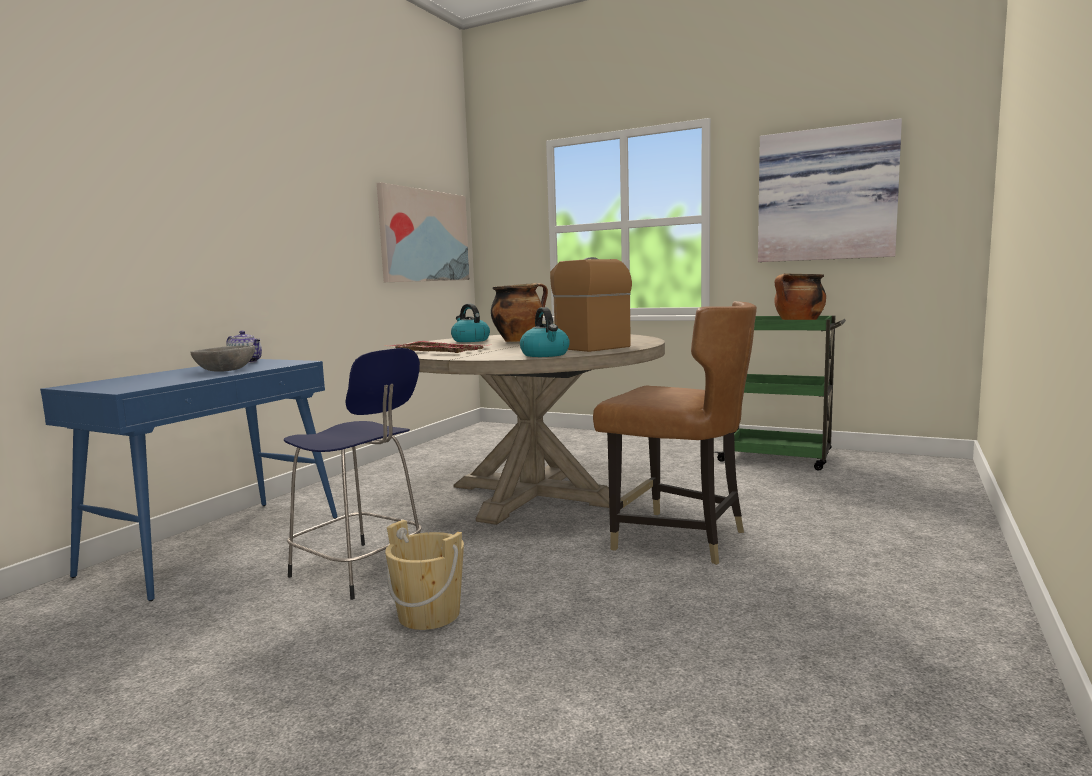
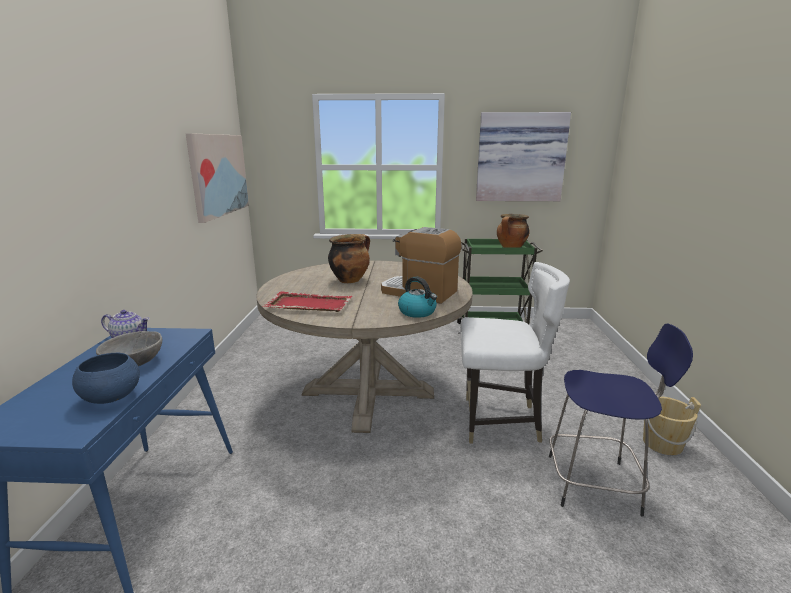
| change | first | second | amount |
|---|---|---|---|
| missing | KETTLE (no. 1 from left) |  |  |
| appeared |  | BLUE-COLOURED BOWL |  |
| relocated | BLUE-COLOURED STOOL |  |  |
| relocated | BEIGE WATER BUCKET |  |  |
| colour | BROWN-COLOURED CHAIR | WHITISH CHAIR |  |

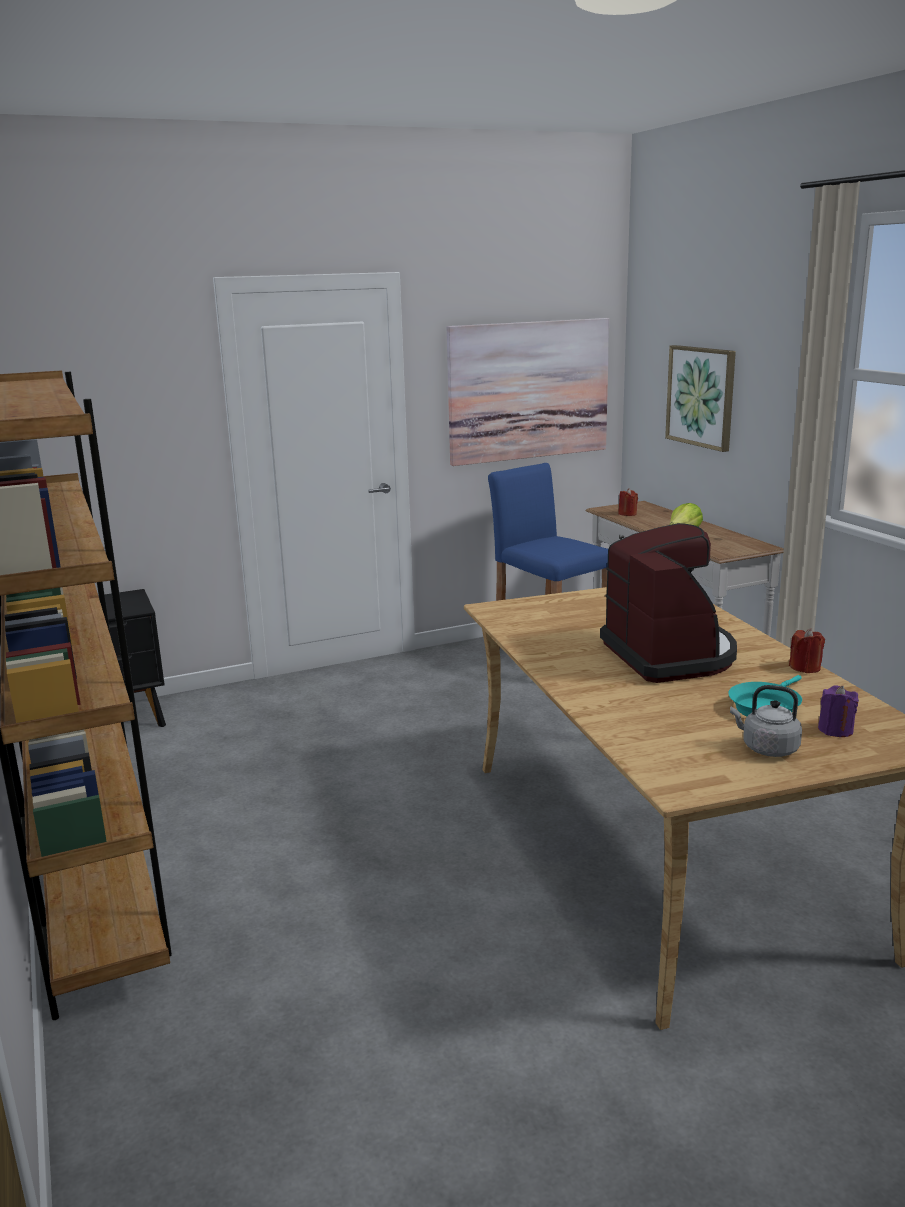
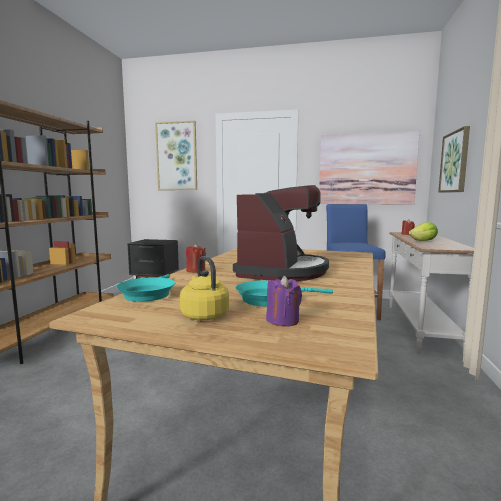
| change | first | second | amount |
|---|---|---|---|
| appeared |  | TURQUOISE FRYING PAN (no. 1 from left) |  |
| appeared |  | WALL ART (no. 1 from left) |  |
| relocated | REDDISH WAX CANDLE (no. 2 from left in the first image) | REDDISH WAX CANDLE (no. 1 from left) |  |
| colour | GREYISH KETTLE | YELLOW-COLOURED KETTLE |  |

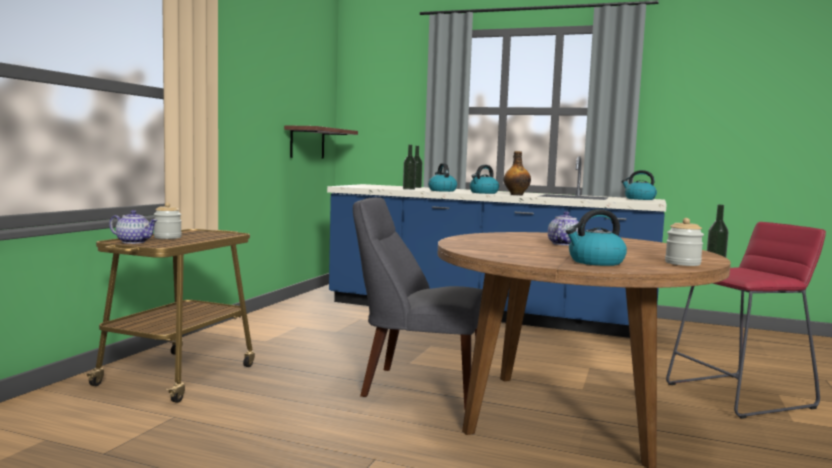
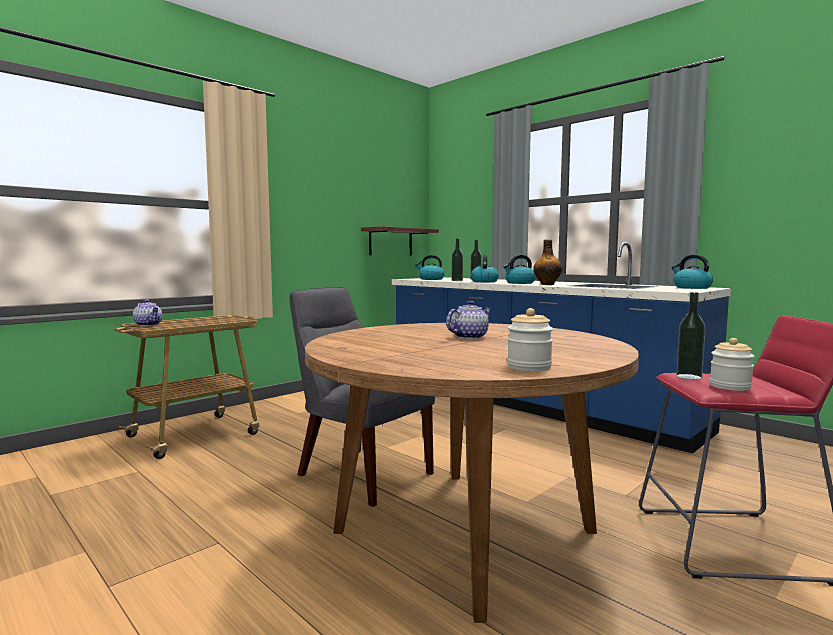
| change | first | second | amount |
|---|---|---|---|
| relocated | JAR (no. 1 from left in the first image) | JAR (no. 2 from left) |  |
| relocated | KETTLE (no. 3 from left in the first image) | KETTLE (no. 1 from left) |  |

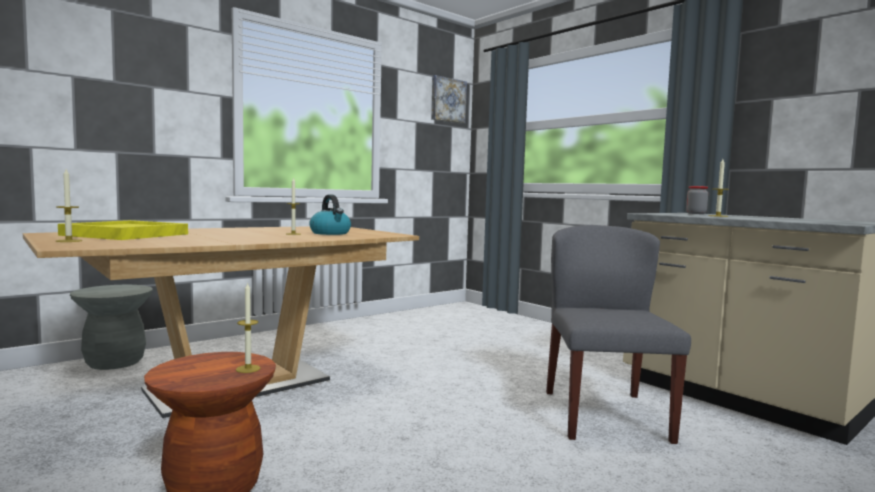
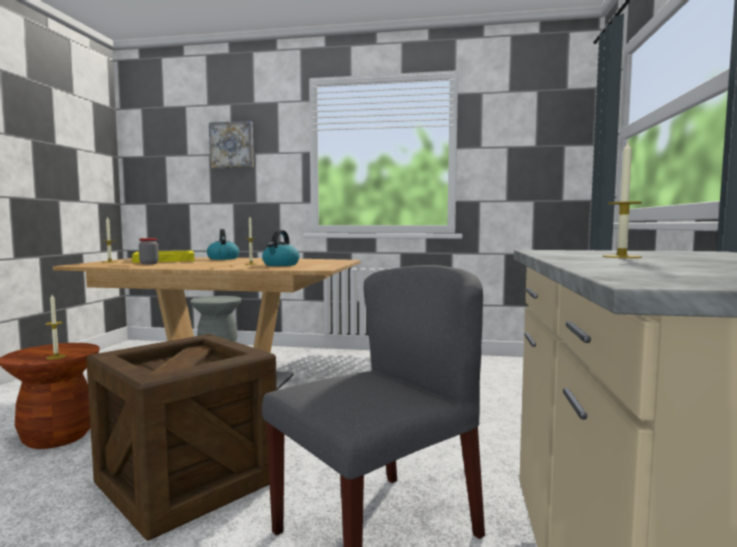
| change | first | second | amount |
|---|---|---|---|
| appeared |  | SHIPPING CRATE |  |
| appeared |  | KETTLE (no. 1 from left) |  |
| relocated | WALL ART |  |  |
| relocated | JAR |  |  |

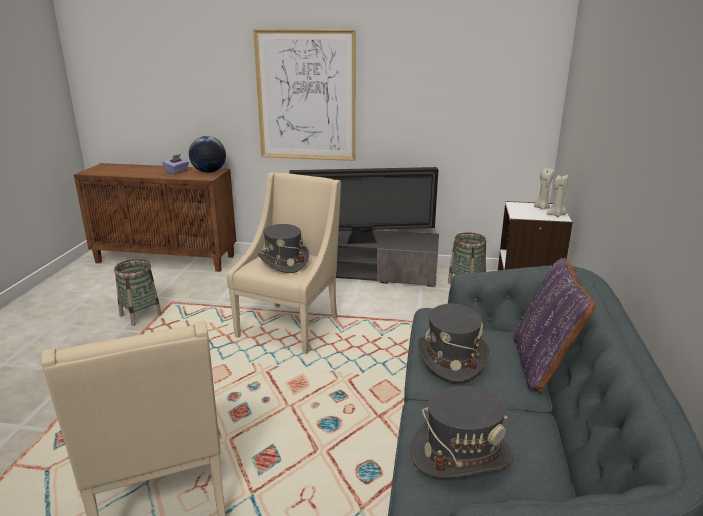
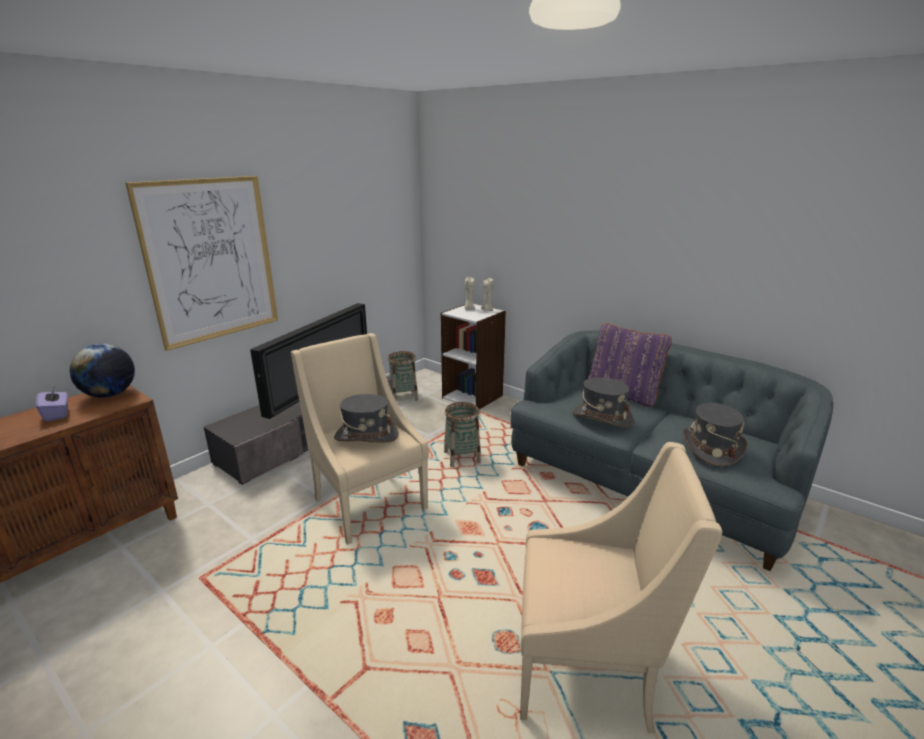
| change | first | second | amount |
|---|---|---|---|
| relocated | STORAGE BASKET (no. 1 from left in the first image) | STORAGE BASKET (no. 2 from left) |  |

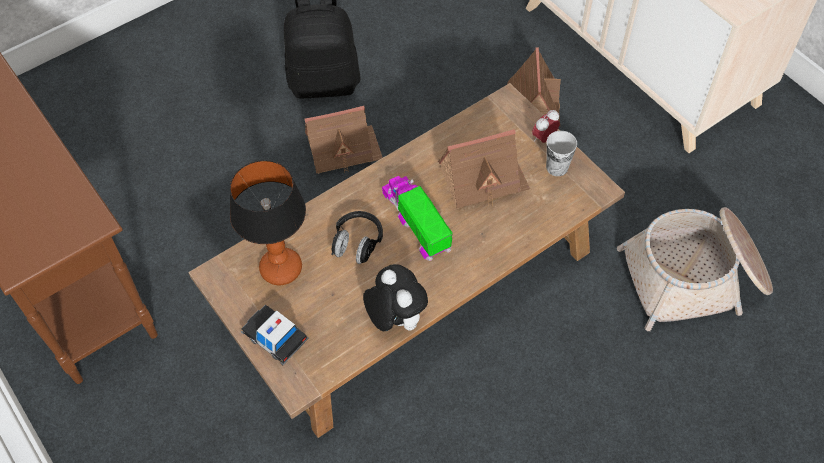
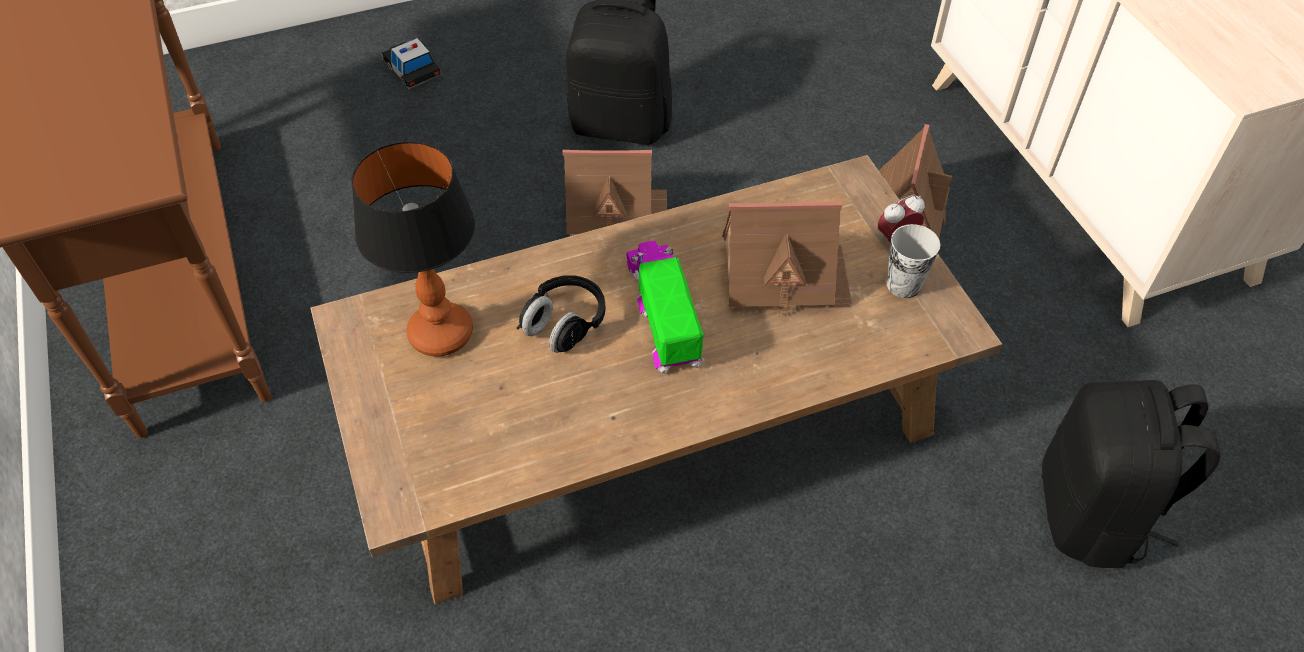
| change | first | second | amount |
|---|---|---|---|
| missing | PLUSH TOY |  |  |
| relocated | MINIATURE CAR |  |  |
| exchanged | STORAGE BASKET | BLACKISH BACKPACK (no. 2 from left) |  |

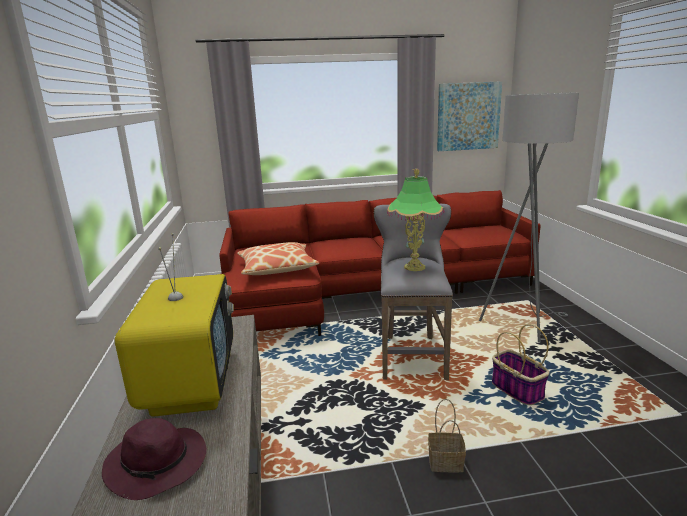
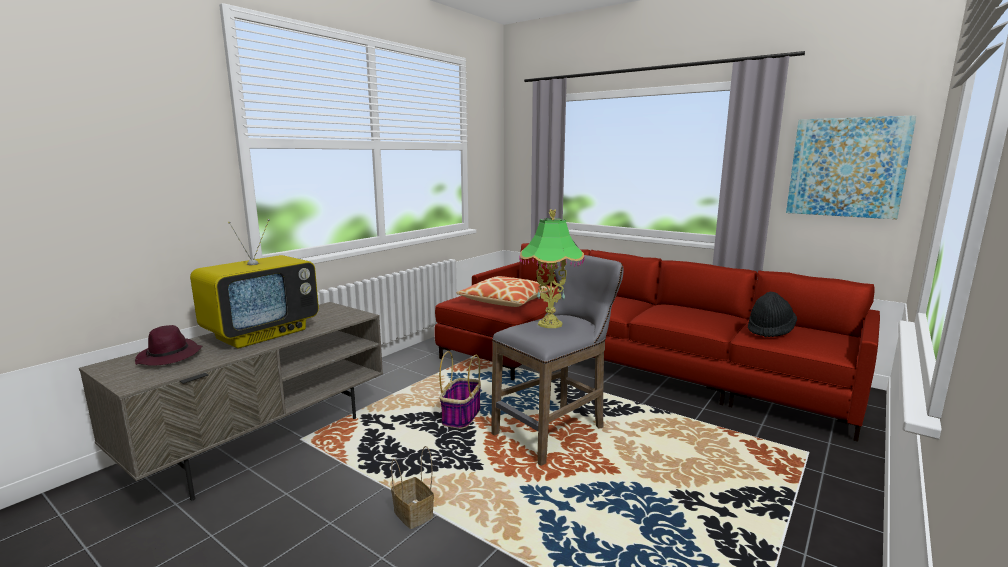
| change | first | second | amount |
|---|---|---|---|
| missing | GREYISH FLOOR LAMP |  |  |
| appeared |  | BLACKISH WEARABLE HAT |  |
| relocated | STORAGE BASKET (no. 2 from left) |  |  |

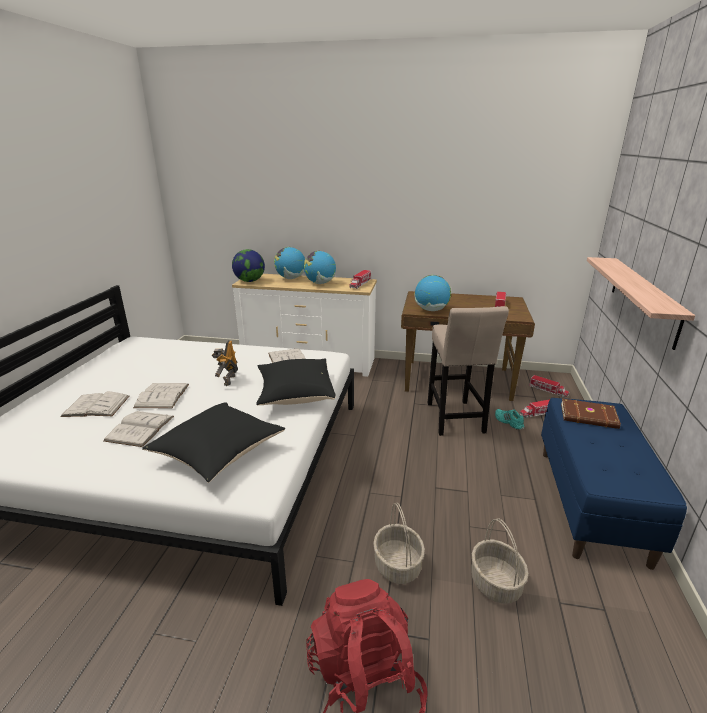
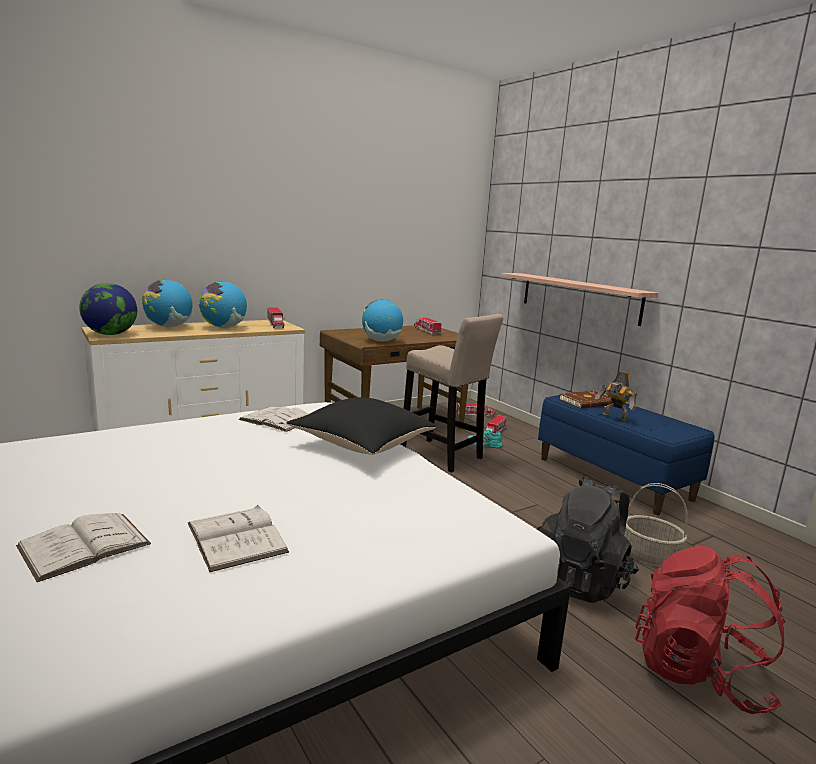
| change | first | second | amount |
|---|---|---|---|
| missing | WHITISH VOLUME (no. 3 from left) |  |  |
| missing | BLACKISH CUSHION (no. 1 from left) |  |  |
| relocated | TOY ROBOT |  |  |
| exchanged | STORAGE BASKET (no. 1 from left) | BLACKISH BACKPACK |  |

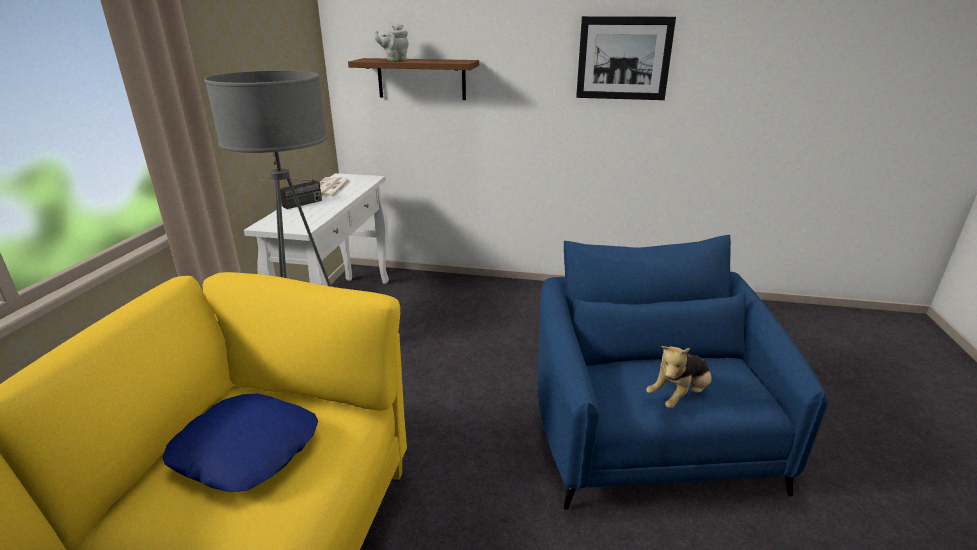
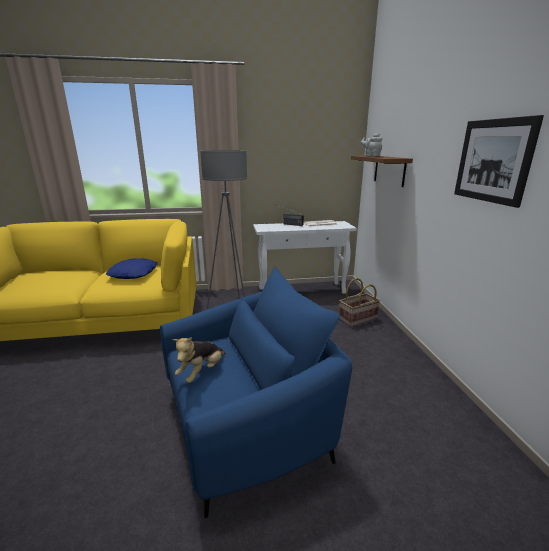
| change | first | second | amount |
|---|---|---|---|
| appeared |  | STORAGE BASKET |  |
| spun | PLUSH TOY |  | 90 degrees counterclockwise |

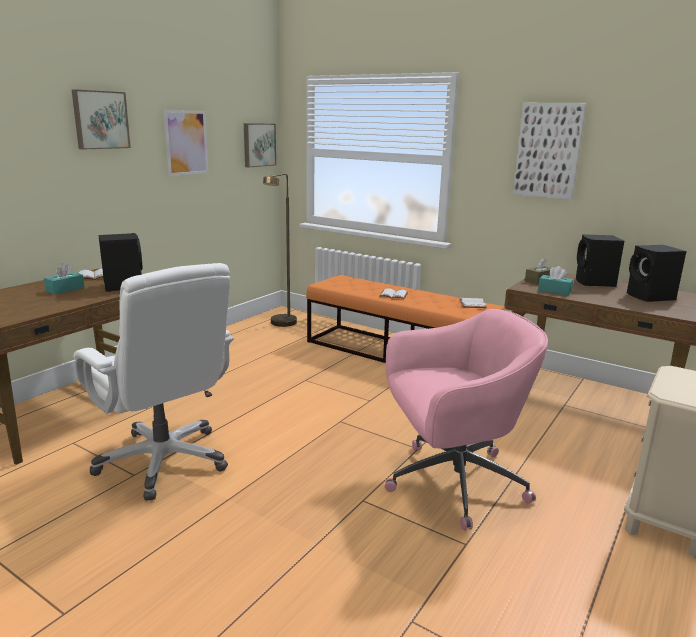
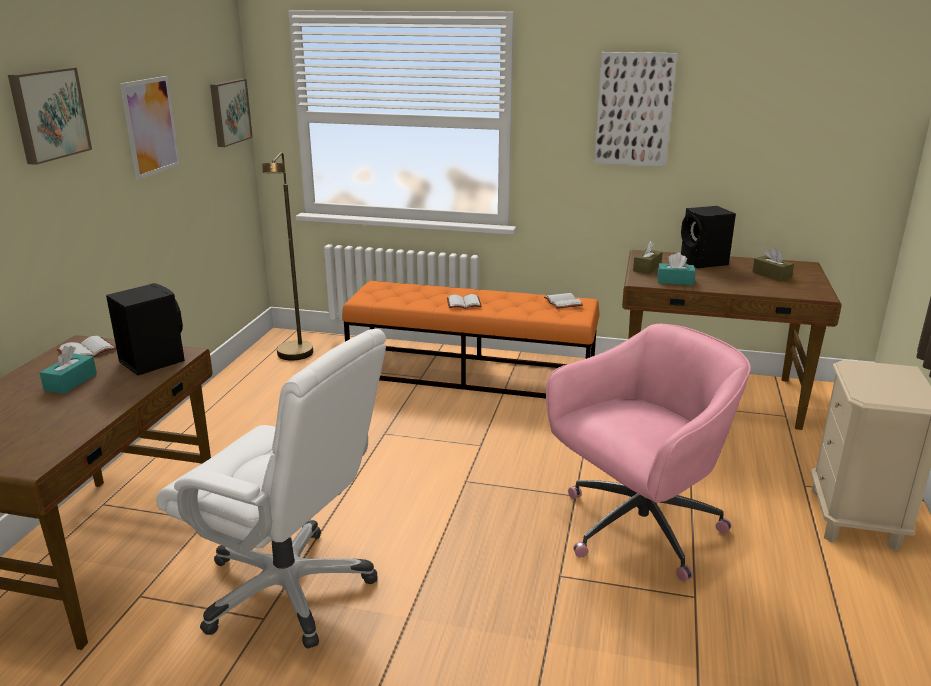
| change | first | second | amount |
|---|---|---|---|
| exchanged | BLACKISH AUDIO SPEAKER (no. 3 from left) | BROWN-COLOURED TISSUE BOX (no. 2 from left) |  |

